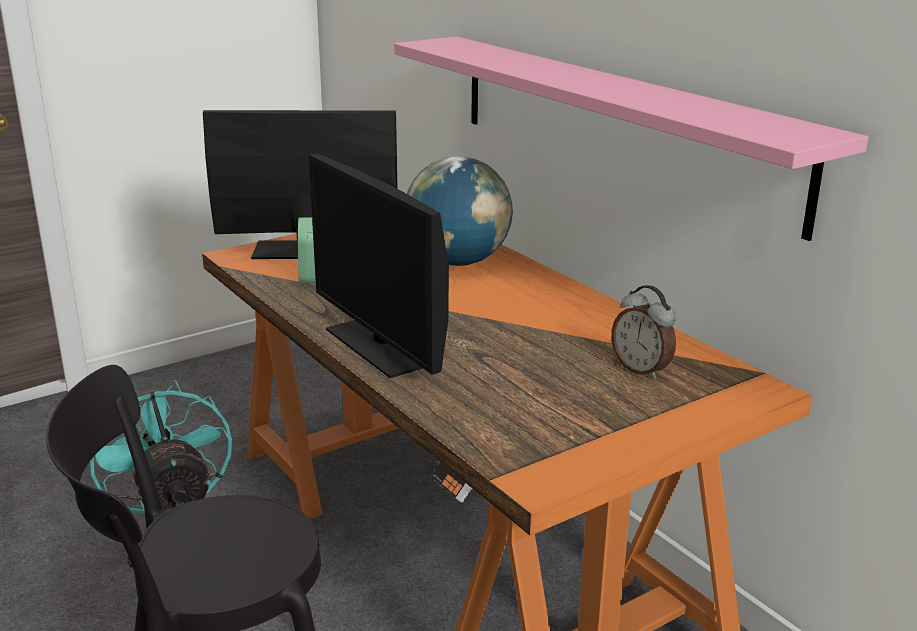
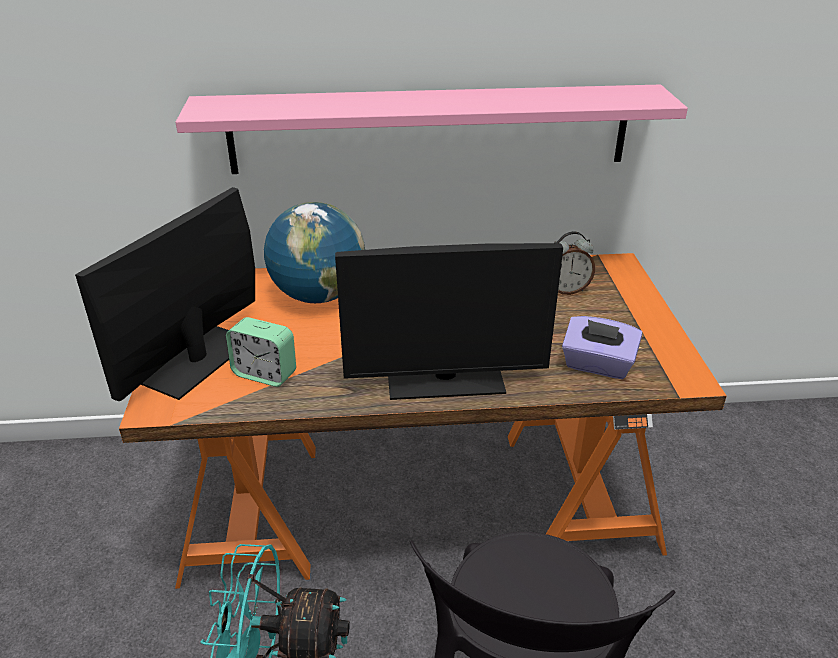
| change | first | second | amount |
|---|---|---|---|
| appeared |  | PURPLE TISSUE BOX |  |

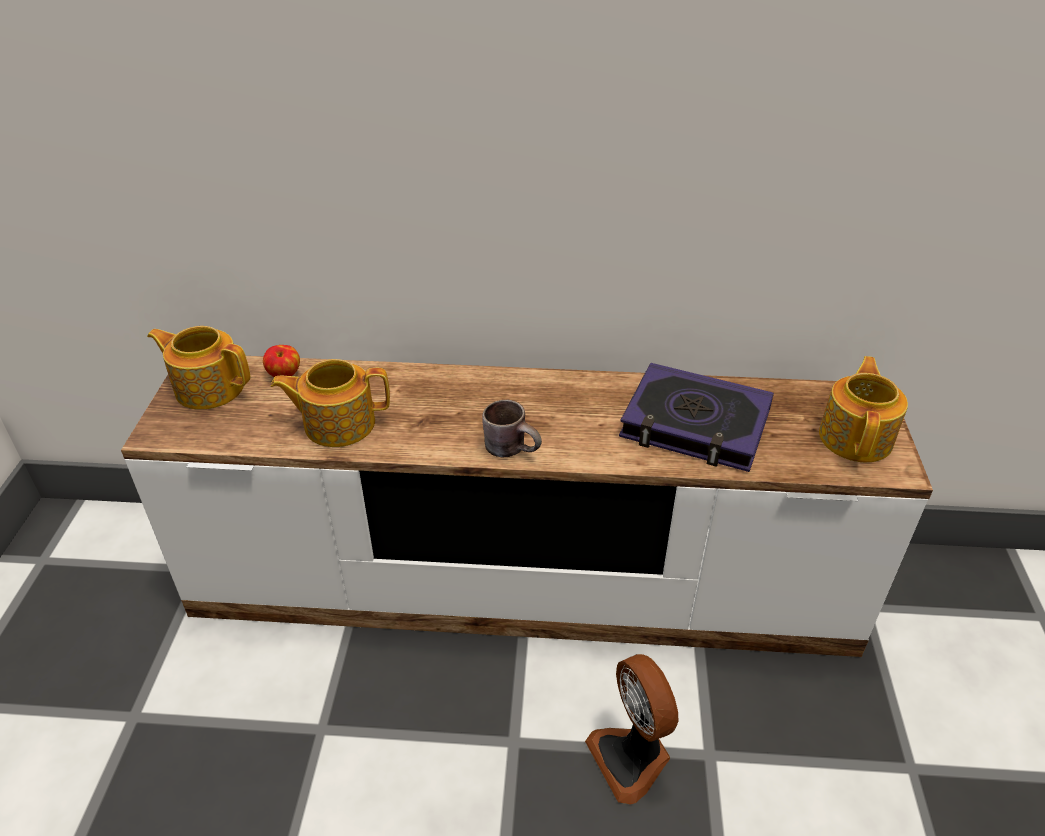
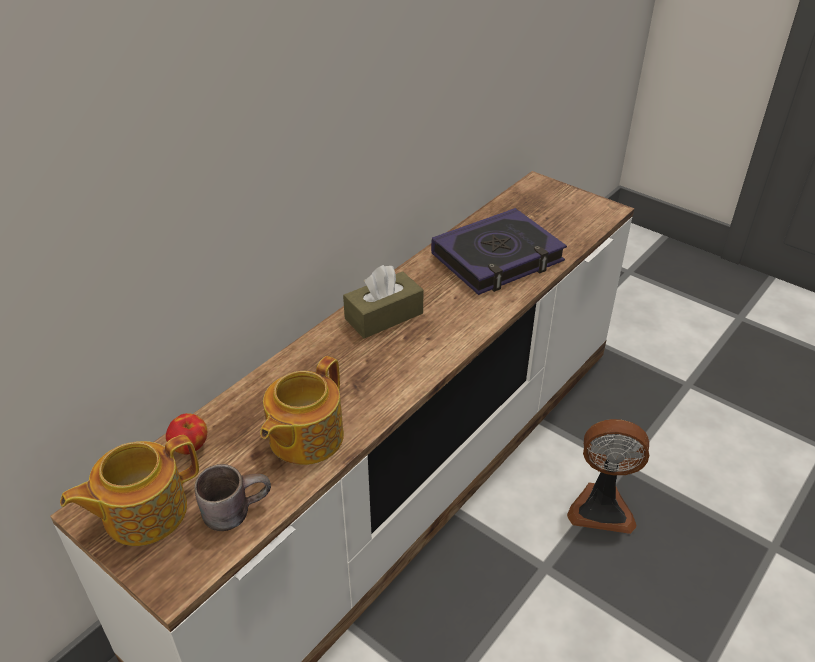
| change | first | second | amount |
|---|---|---|---|
| missing | TEA POT (no. 3 from left) |  |  |
| appeared |  | BROWN-COLOURED TISSUE BOX |  |
| relocated | BROWN-COLOURED MUG |  |  |

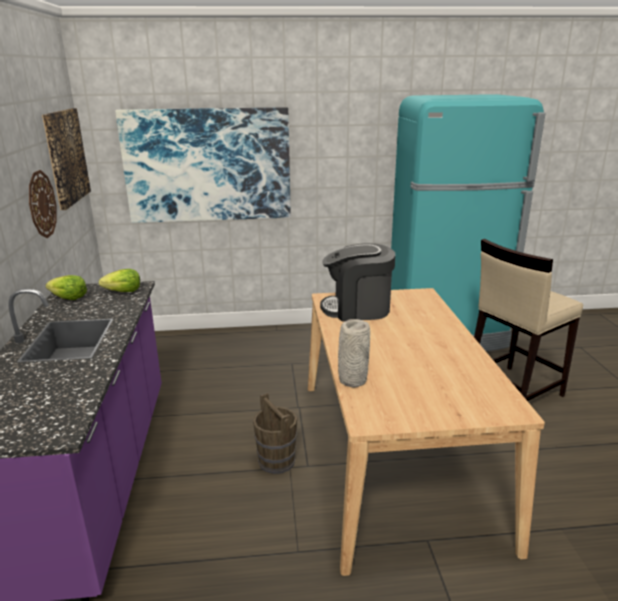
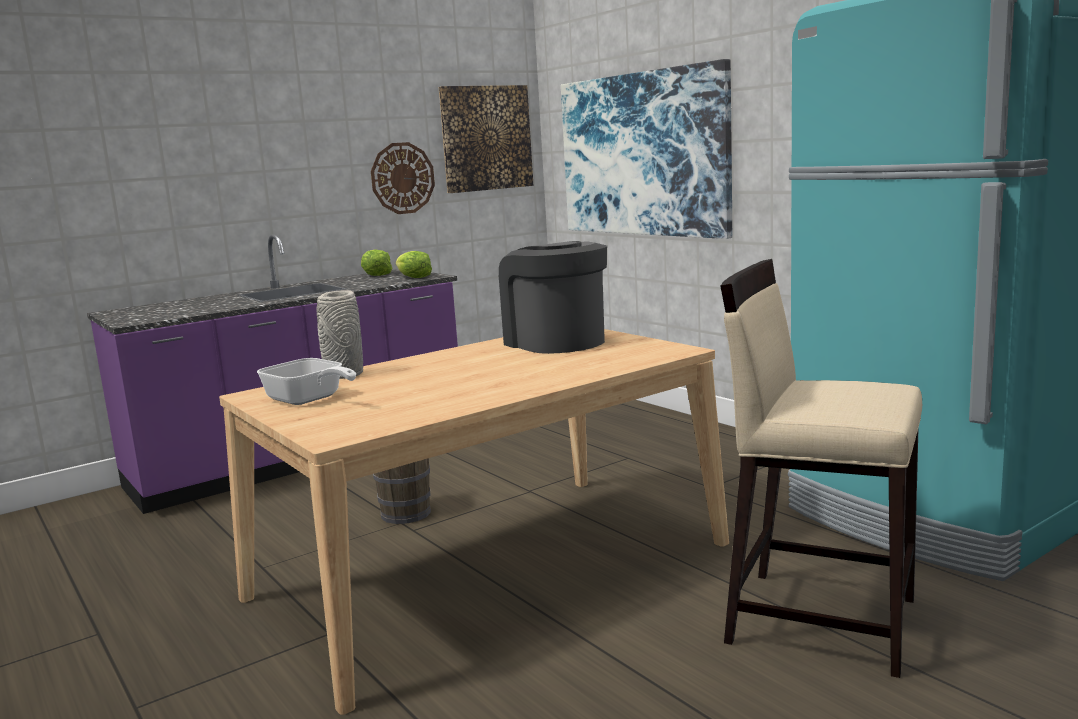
| change | first | second | amount |
|---|---|---|---|
| appeared |  | FRYING PAN |  |

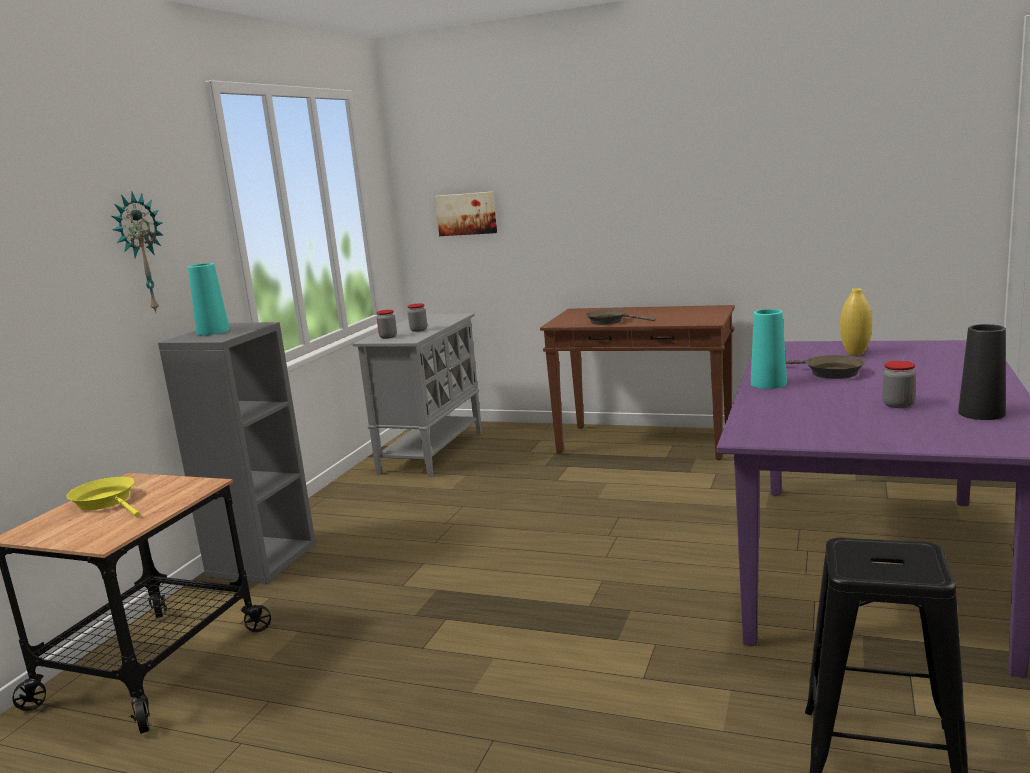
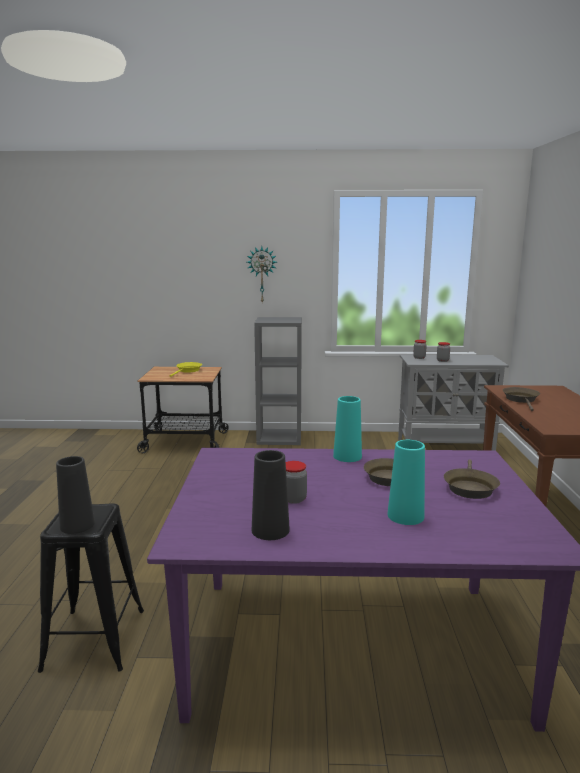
| change | first | second | amount |
|---|---|---|---|
| missing | WALL ART |  |  |
| appeared |  | BLACKISH VASE (no. 1 from left) |  |
| relocated | TURQUOISE VASE (no. 1 from left in the first image) | TURQUOISE VASE (no. 2 from left) |  |
| exchanged | YELLOW-COLOURED VASE | BROWN-COLOURED FRYING PAN (no. 2 from left) |  |

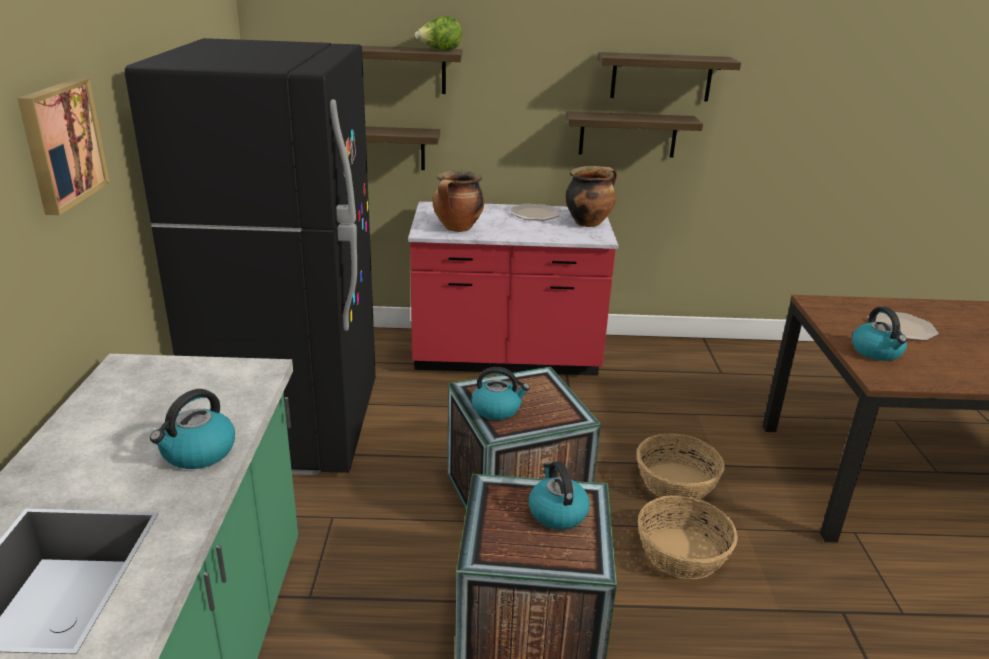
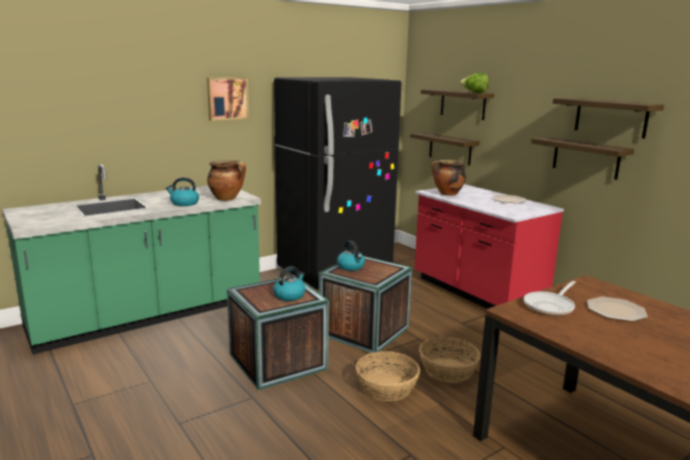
| change | first | second | amount |
|---|---|---|---|
| relocated | SAUCEPOT (no. 2 from left in the first image) | SAUCEPOT (no. 1 from left) |  |
| exchanged | KETTLE (no. 4 from left) | FRYING PAN |  |

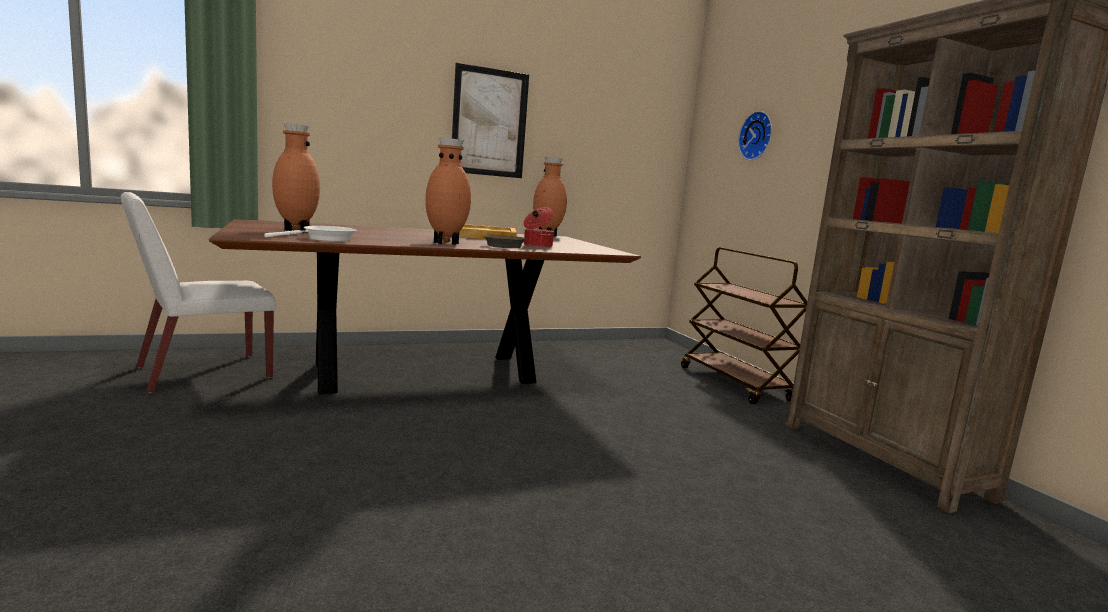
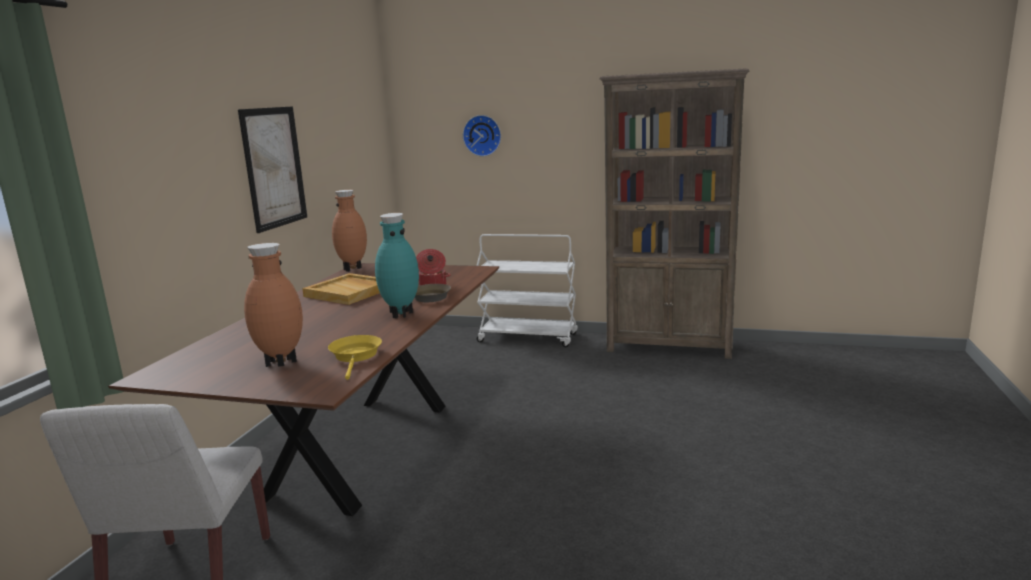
| change | first | second | amount |
|---|---|---|---|
| colour | WHITISH FRYING PAN | YELLOW-COLOURED FRYING PAN |  |
| colour | BROWN-COLOURED VASE (no. 2 from left) | TURQUOISE VASE |  |
| colour | BROWN-COLOURED CART | WHITISH CART |  |

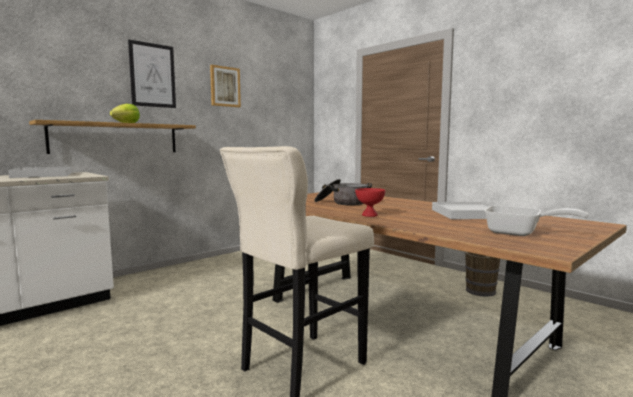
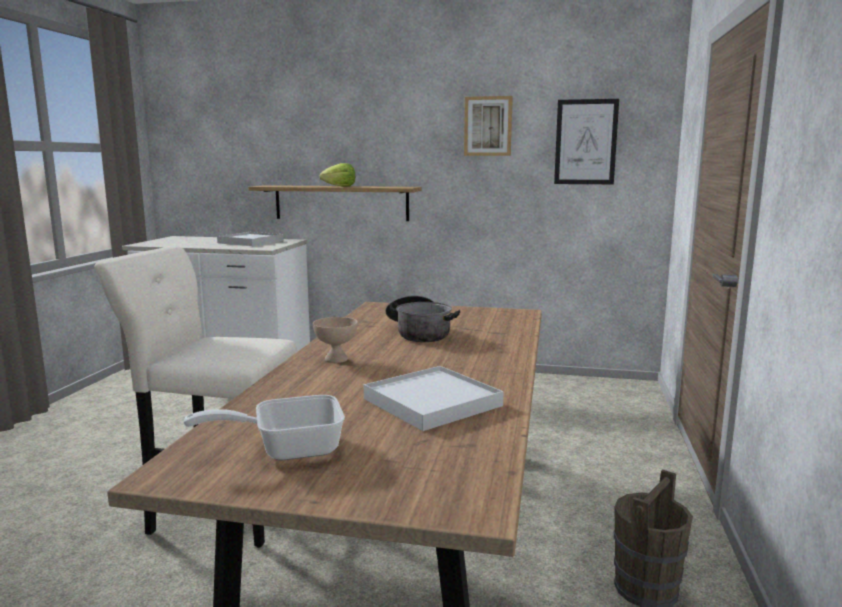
| change | first | second | amount |
|---|---|---|---|
| relocated | WALL ART (no. 1 from left in the first image) | WALL ART (no. 2 from left) |  |
| colour | REDDISH BOWL | BEIGE BOWL |  |
| spun | FRYING PAN |  | 75 degrees clockwise |

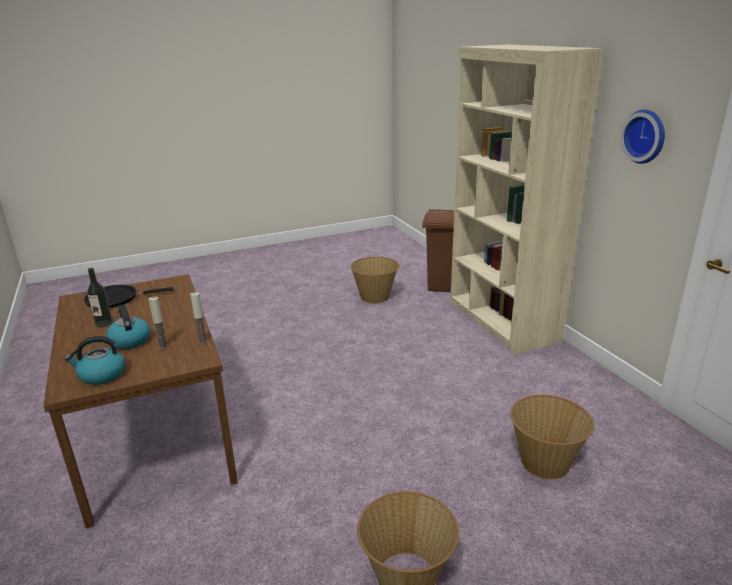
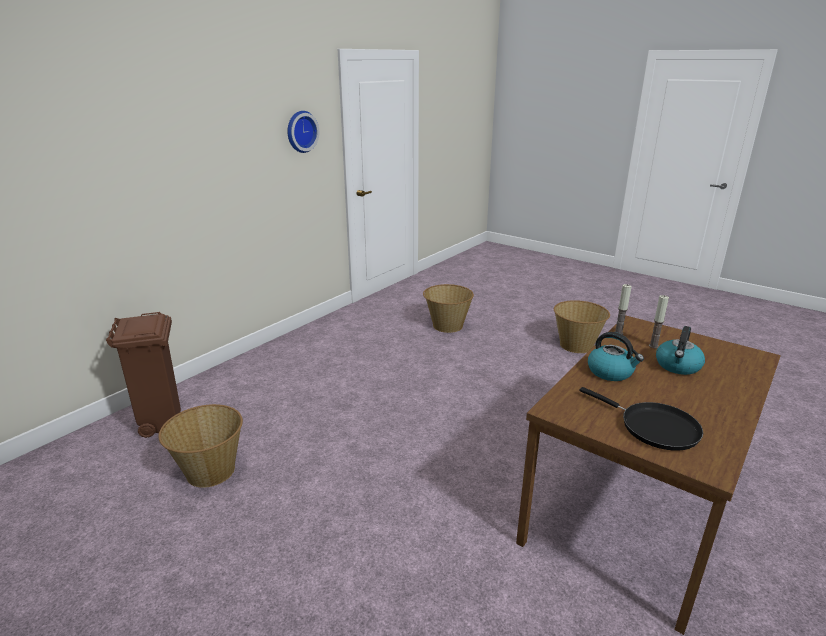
| change | first | second | amount |
|---|---|---|---|
| missing | DRINK BOTTLE |  |  |
| missing | BEIGE BOOKSHELF |  |  |
| relocated | KETTLE (no. 1 from left) |  |  |

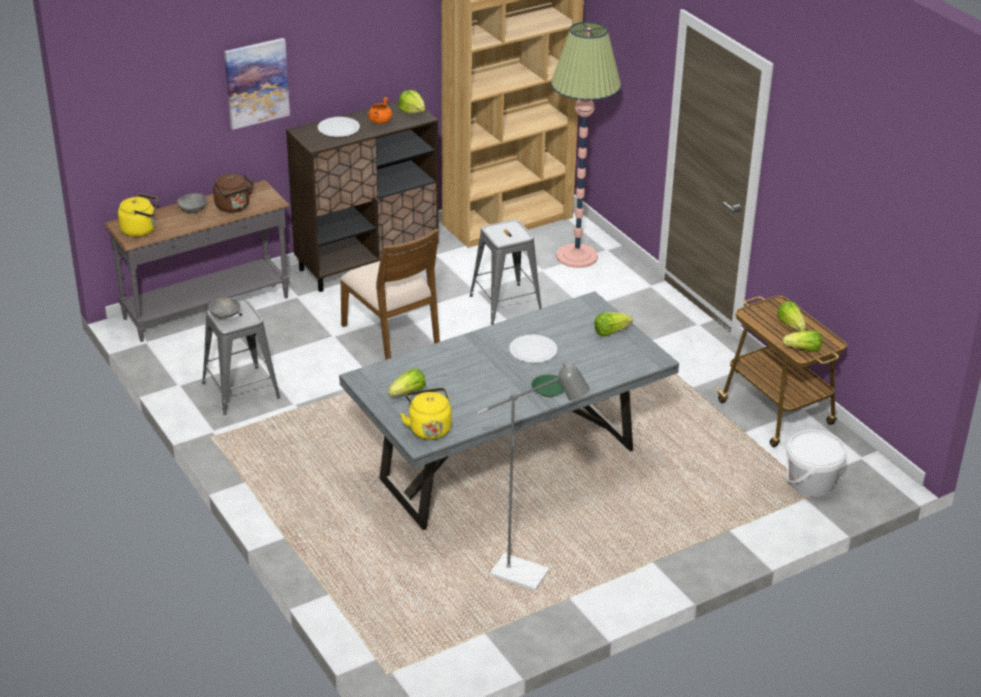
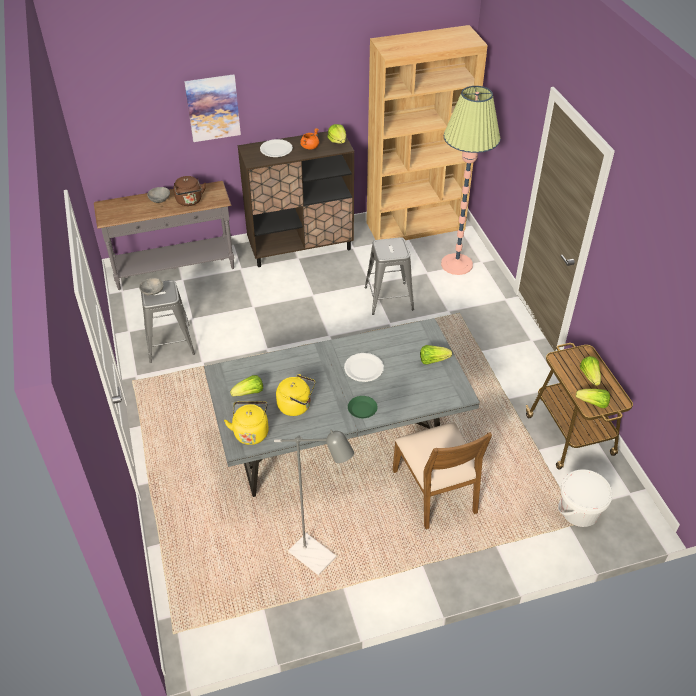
| change | first | second | amount |
|---|---|---|---|
| relocated | YELLOW-COLOURED KETTLE (no. 1 from left in the first image) | YELLOW-COLOURED KETTLE (no. 2 from left) |  |
| relocated | BROWN-COLOURED CHAIR |  |  |

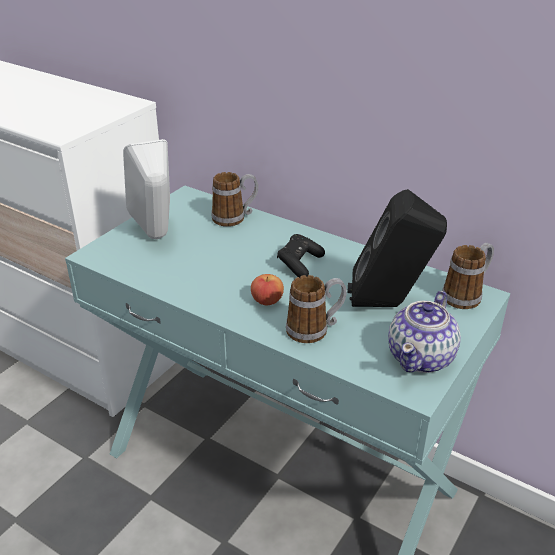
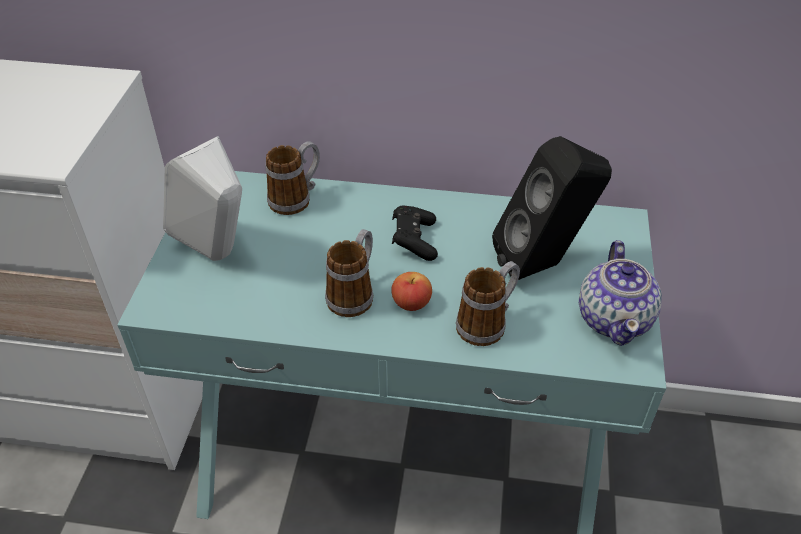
| change | first | second | amount |
|---|---|---|---|
| relocated | MUG (no. 3 from left in the first image) | MUG (no. 2 from left) |  |

